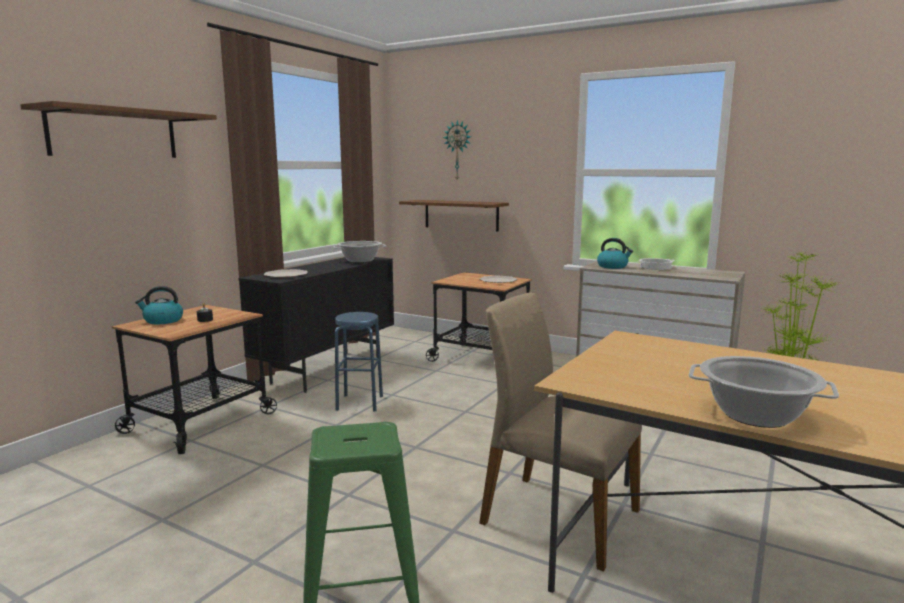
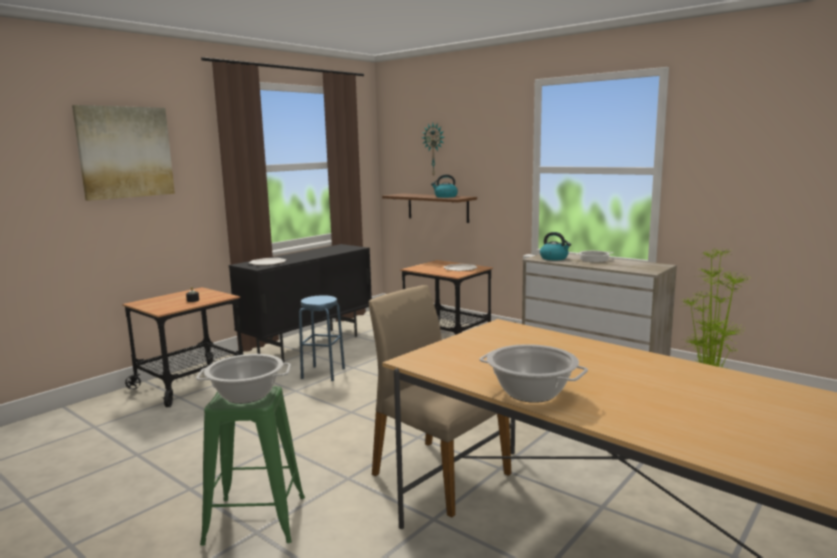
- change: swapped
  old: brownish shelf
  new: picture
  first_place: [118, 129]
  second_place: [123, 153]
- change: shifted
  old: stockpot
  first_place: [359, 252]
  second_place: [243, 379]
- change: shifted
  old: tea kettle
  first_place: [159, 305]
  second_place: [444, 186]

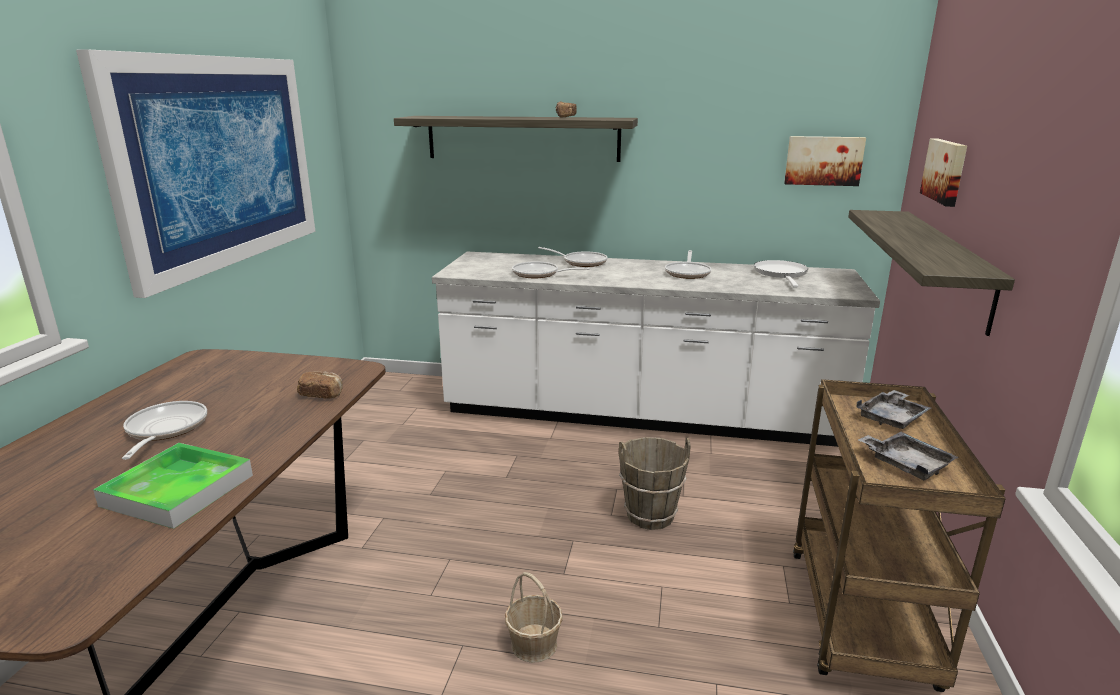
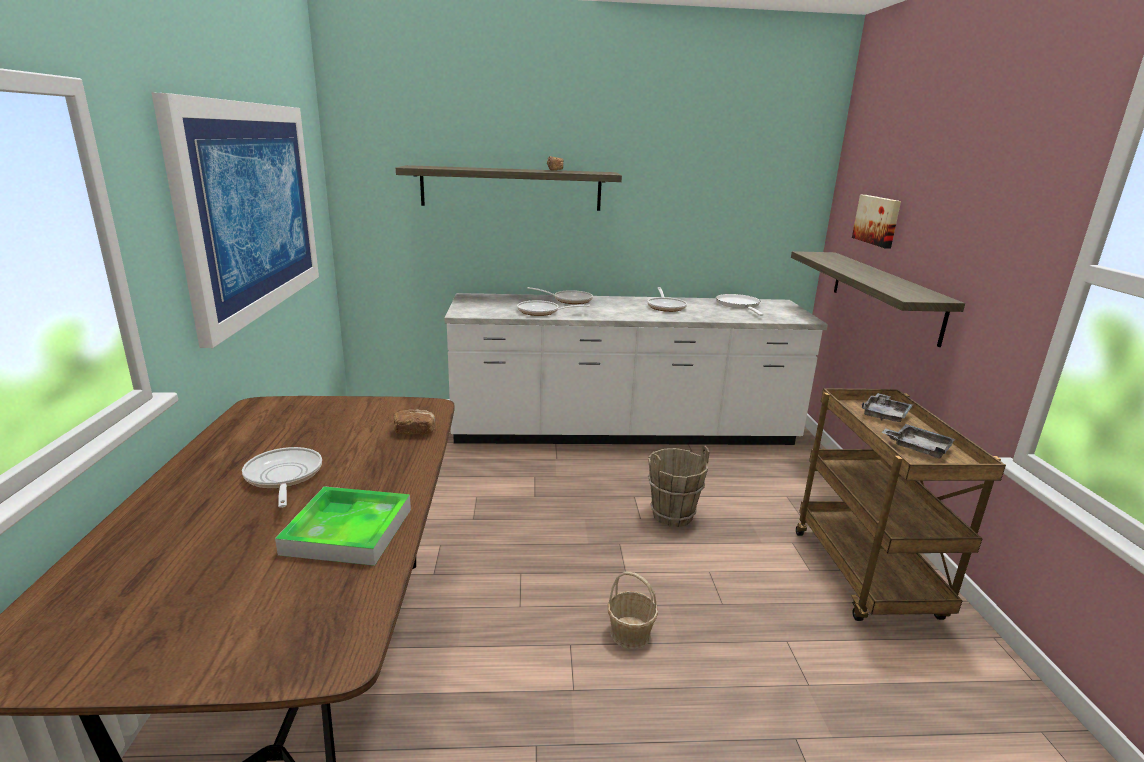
- change: gone
  old: picture
  first_place: [825, 161]

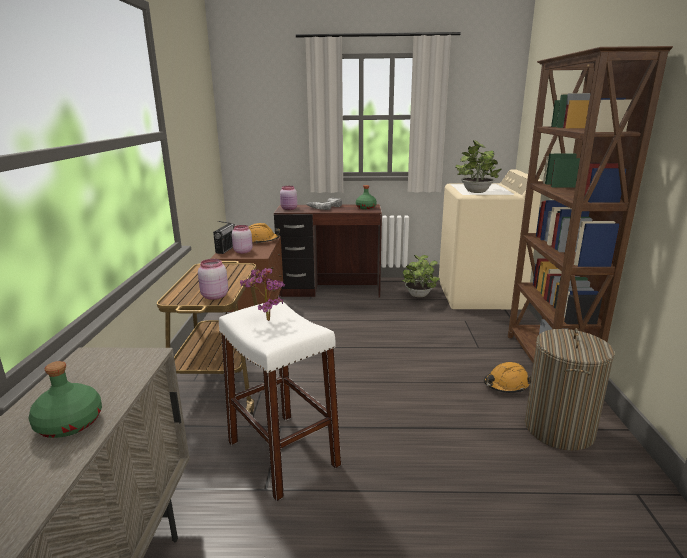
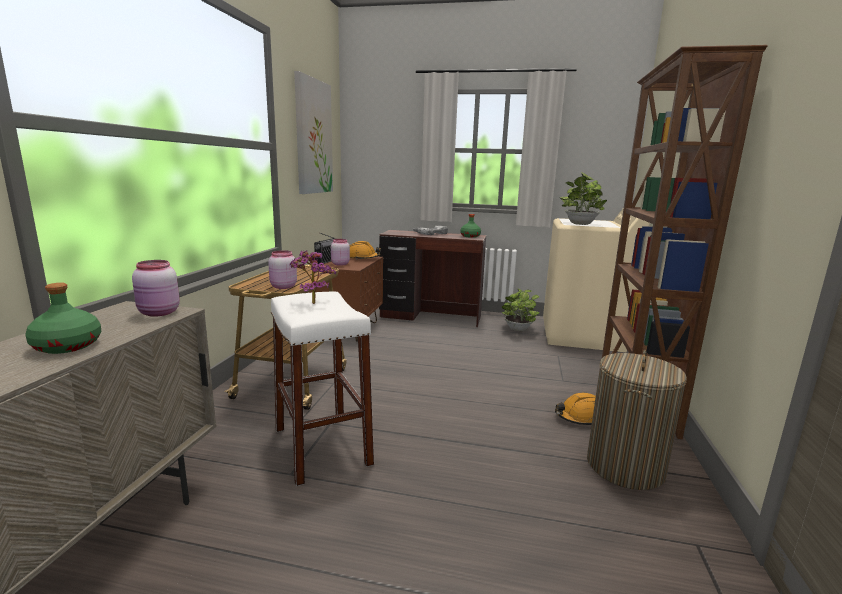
- change: shifted
  old: pinkish jar
  first_place: [288, 198]
  second_place: [156, 288]
- change: new
  new: picture
  second_place: [313, 132]

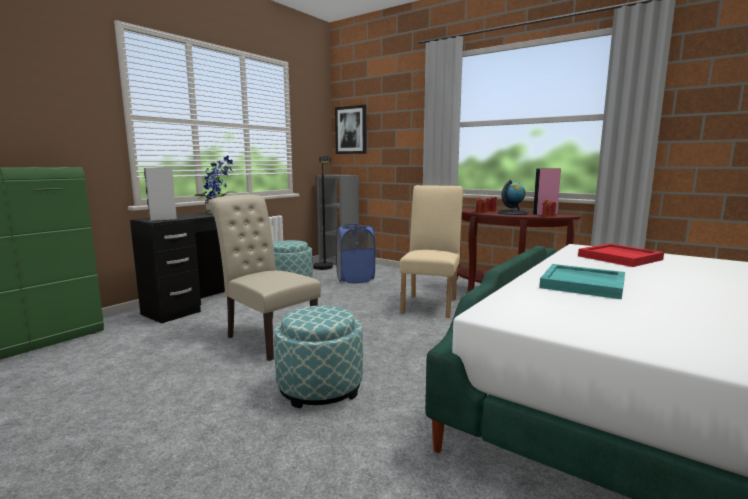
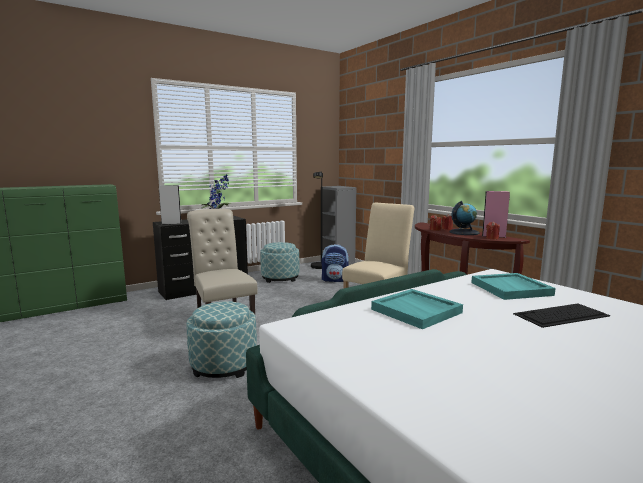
- change: gone
  old: picture
  first_place: [350, 129]
- change: swapped
  old: bluish washing basket
  new: knapsack
  first_place: [355, 253]
  second_place: [335, 263]
- change: repainted
  old: red tray
  new: turquoise-coloured tray
  first_place: [621, 255]
  second_place: [513, 286]
- change: new
  new: computer keyboard
  second_place: [561, 315]

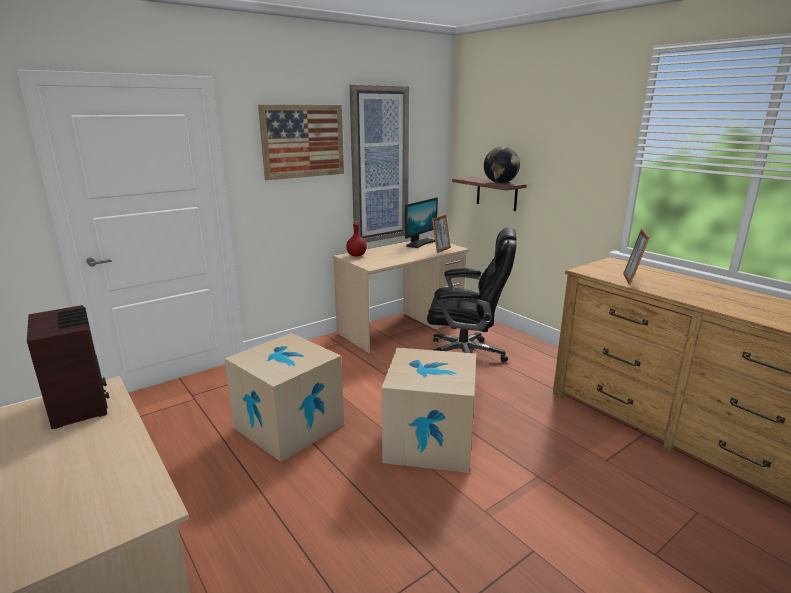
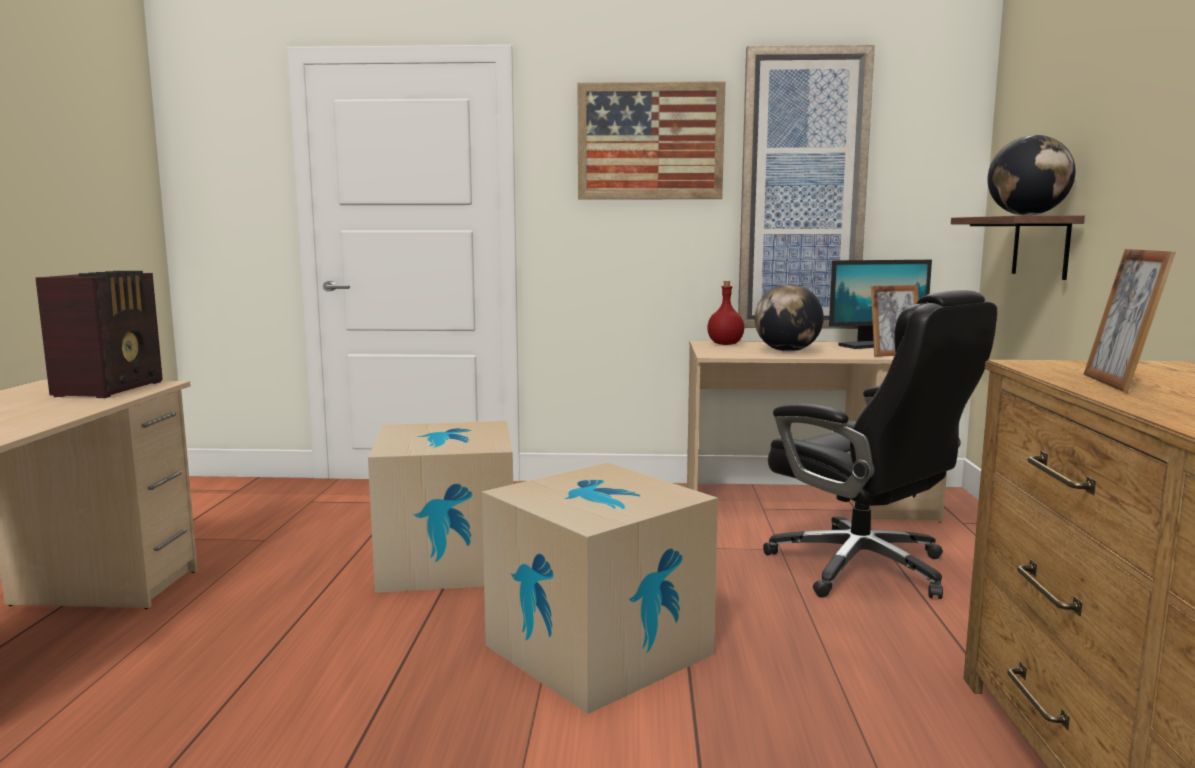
- change: rotated
  old: standing frame
  first_place: [636, 256]
  second_place: [1130, 321]
  degrees: -45
- change: new
  new: world globe
  second_place: [789, 318]

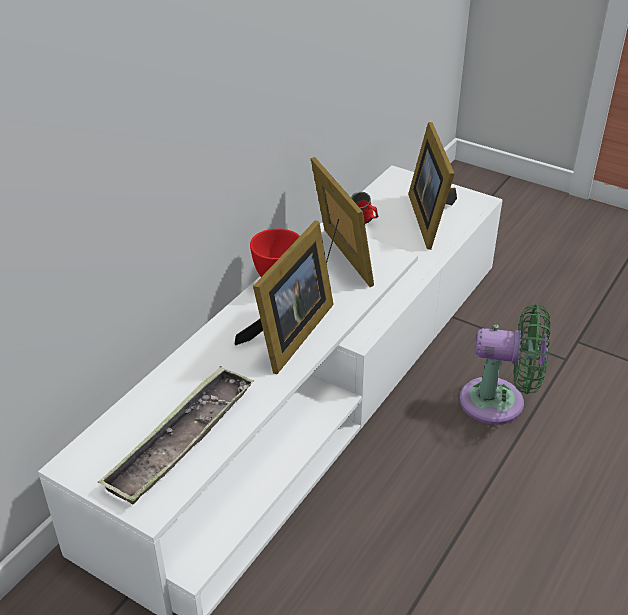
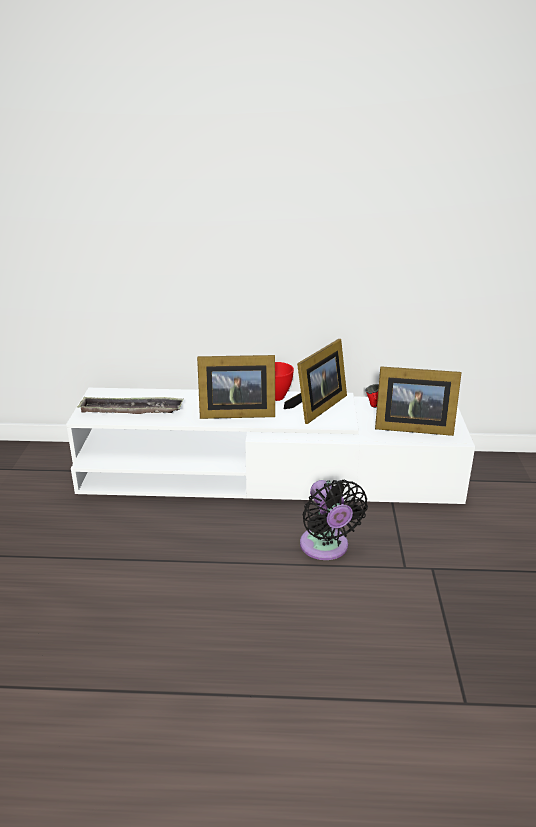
- change: rotated
  old: standing frame
  first_place: [432, 186]
  second_place: [418, 401]
  degrees: -135
- change: repainted
  old: green-coloured fan
  new: blackish fan
  first_place: [505, 364]
  second_place: [334, 520]

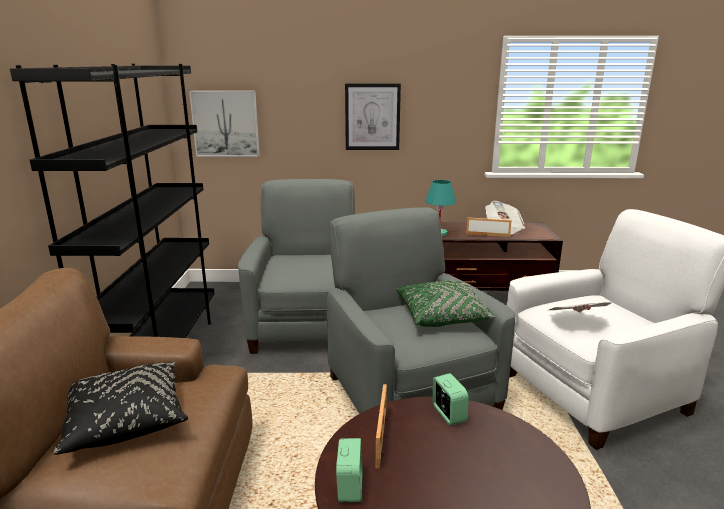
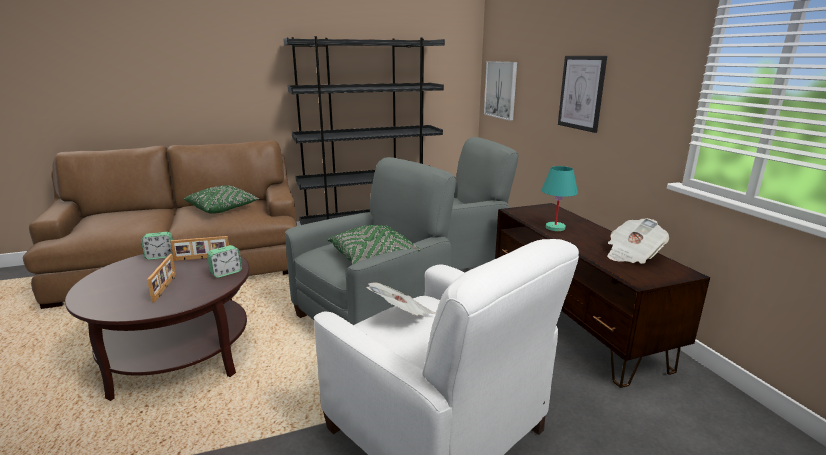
- change: shifted
  old: standing frame
  first_place: [489, 227]
  second_place: [161, 278]
- change: repainted
  old: blackish cushion
  new: green-coloured cushion
  first_place: [121, 408]
  second_place: [221, 199]

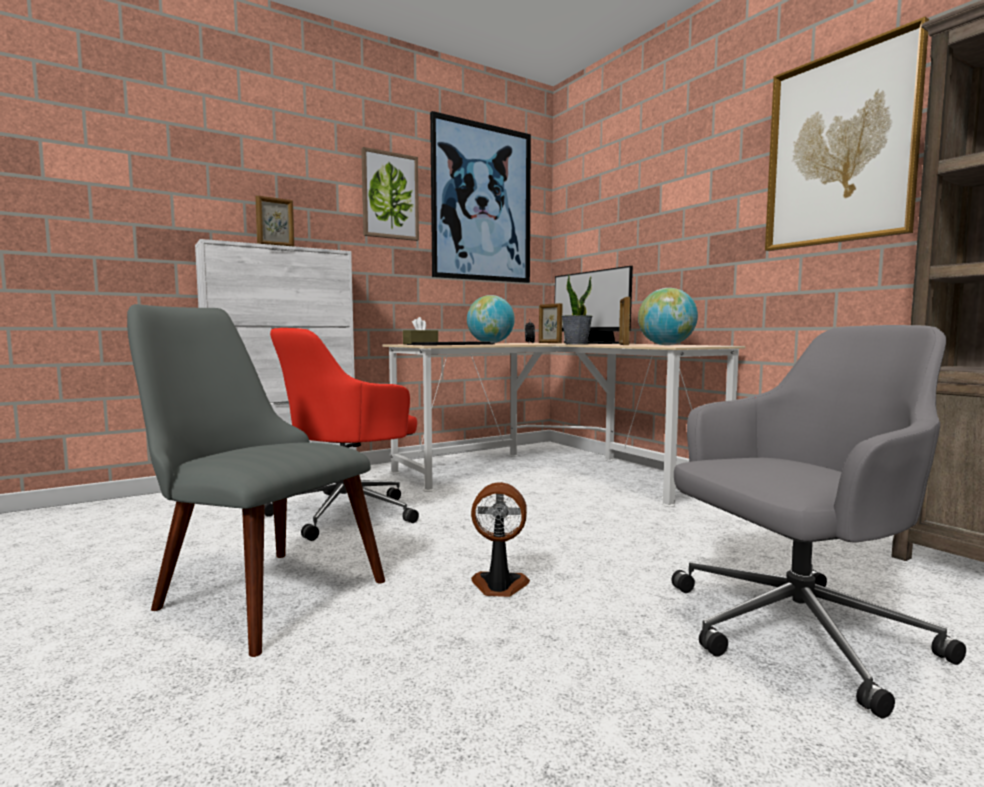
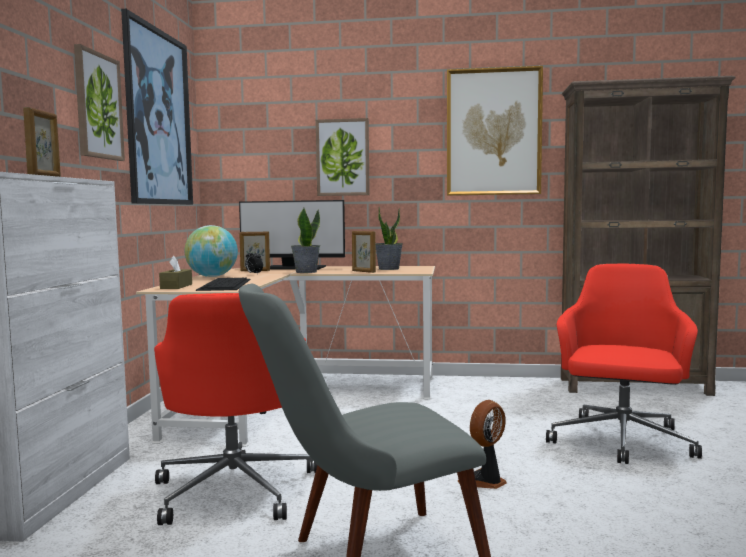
- change: swapped
  old: world globe
  new: plant in a pot
  first_place: [668, 316]
  second_place: [389, 238]
- change: repainted
  old: greyish office chair
  new: red office chair
  first_place: [818, 522]
  second_place: [624, 364]
- change: new
  new: picture
  second_place: [343, 157]

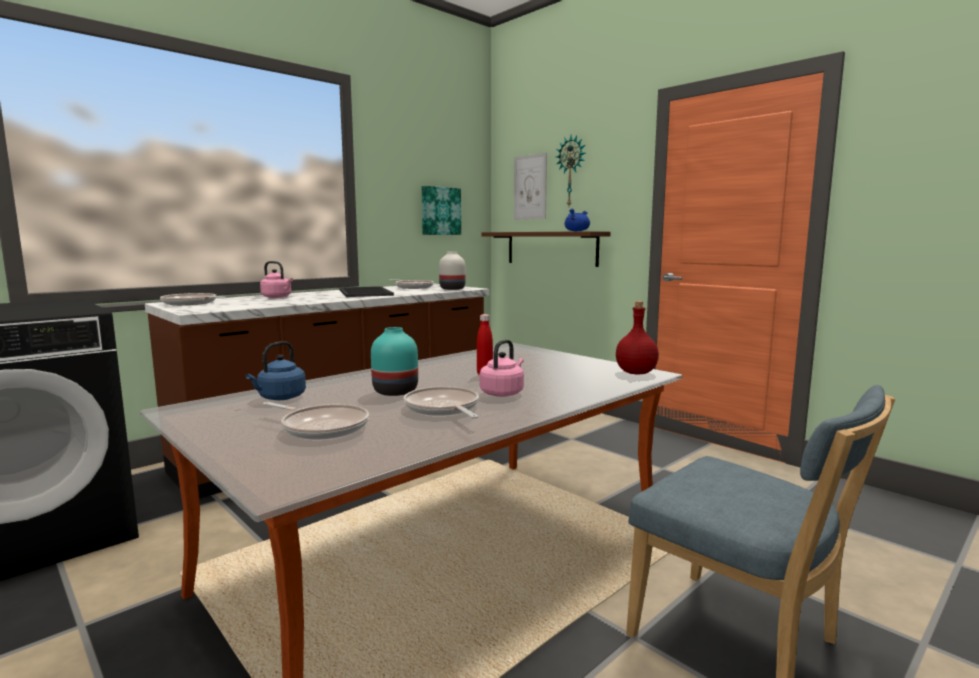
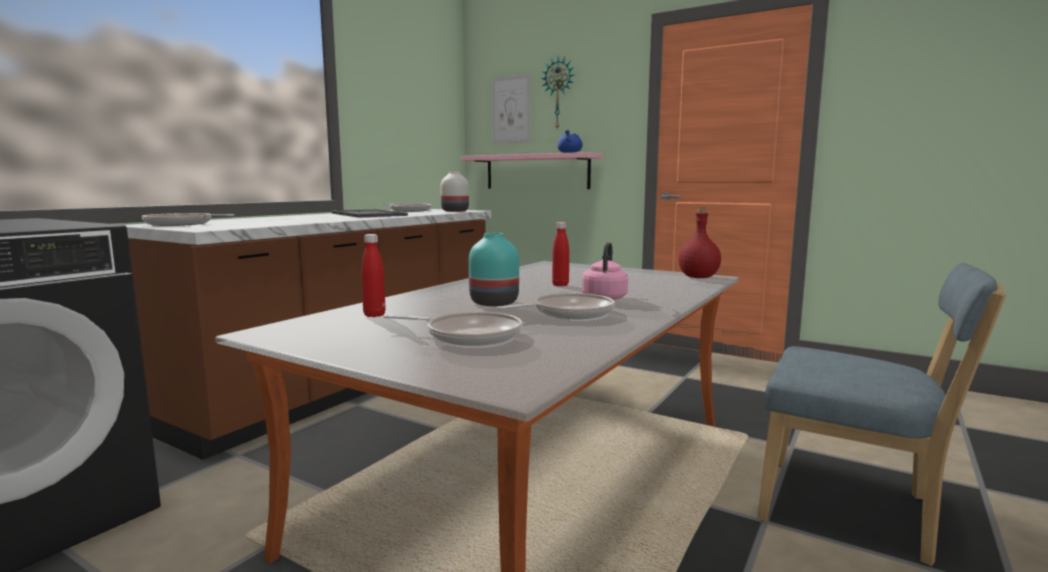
- change: gone
  old: picture
  first_place: [441, 210]
- change: repainted
  old: brownish shelf
  new: pinkish shelf
  first_place: [546, 249]
  second_place: [532, 170]
- change: gone
  old: pinkish tea kettle
  first_place: [276, 279]
- change: swapped
  old: bluish tea kettle
  new: red drink bottle
  first_place: [276, 370]
  second_place: [373, 275]
- change: rotated
  old: skillet
  first_place: [441, 402]
  second_place: [556, 306]
  degrees: 105

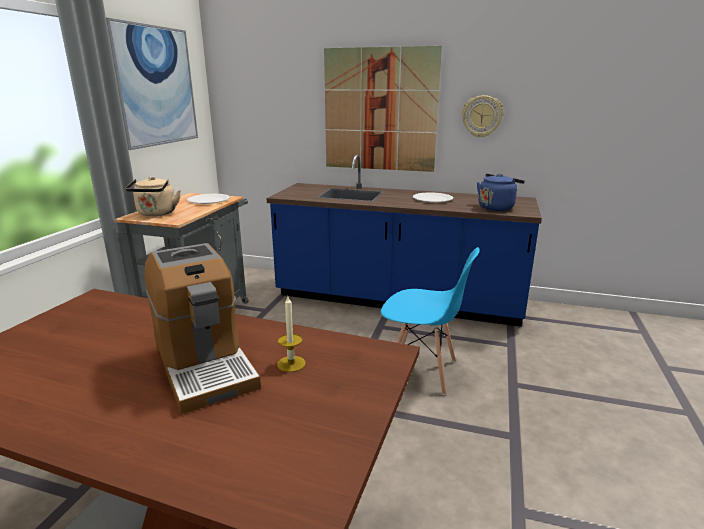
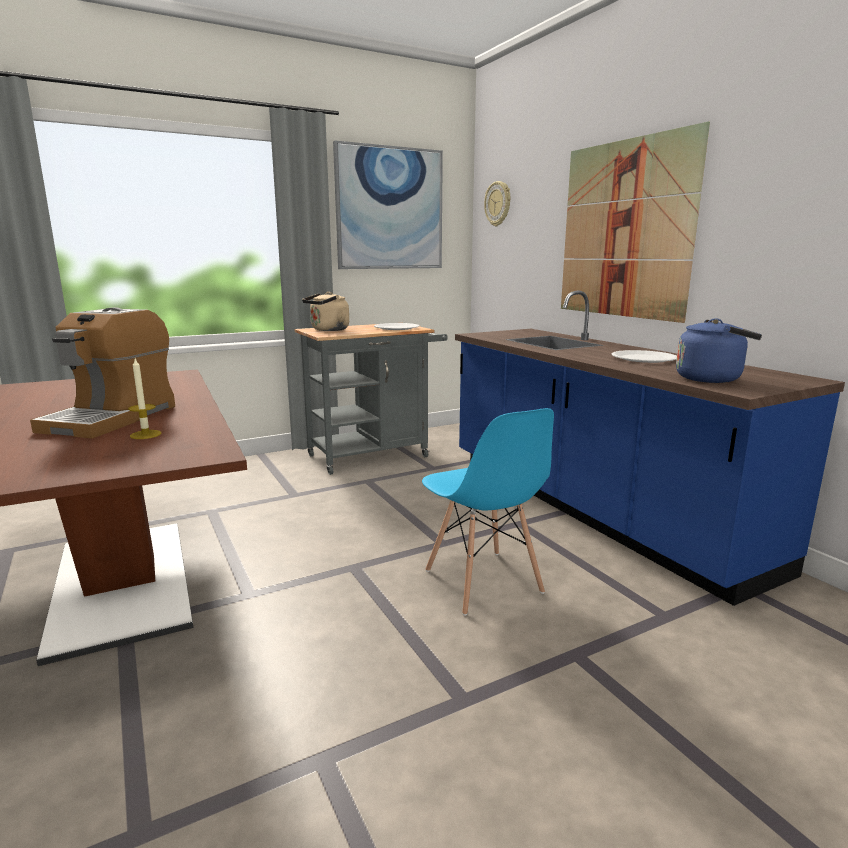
- change: shifted
  old: clock on the wall
  first_place: [483, 116]
  second_place: [497, 203]

